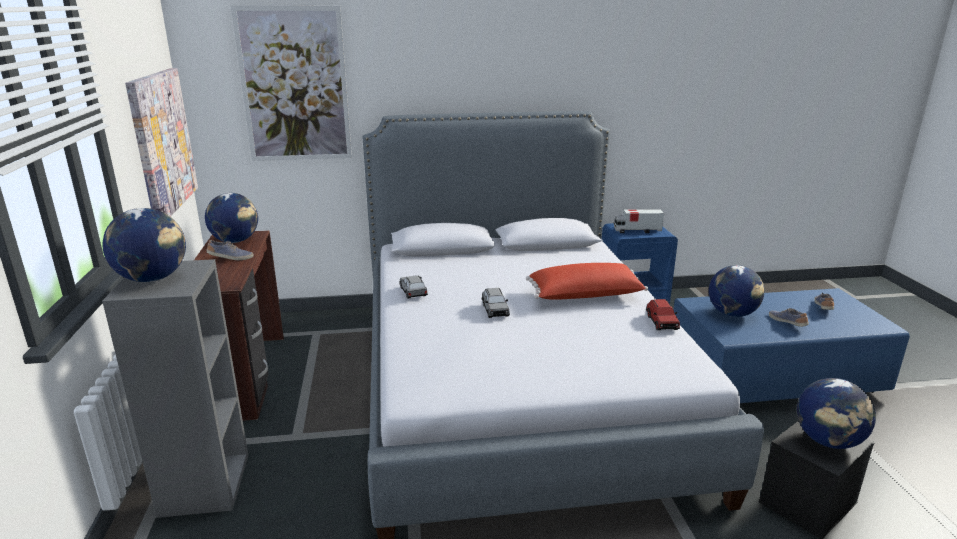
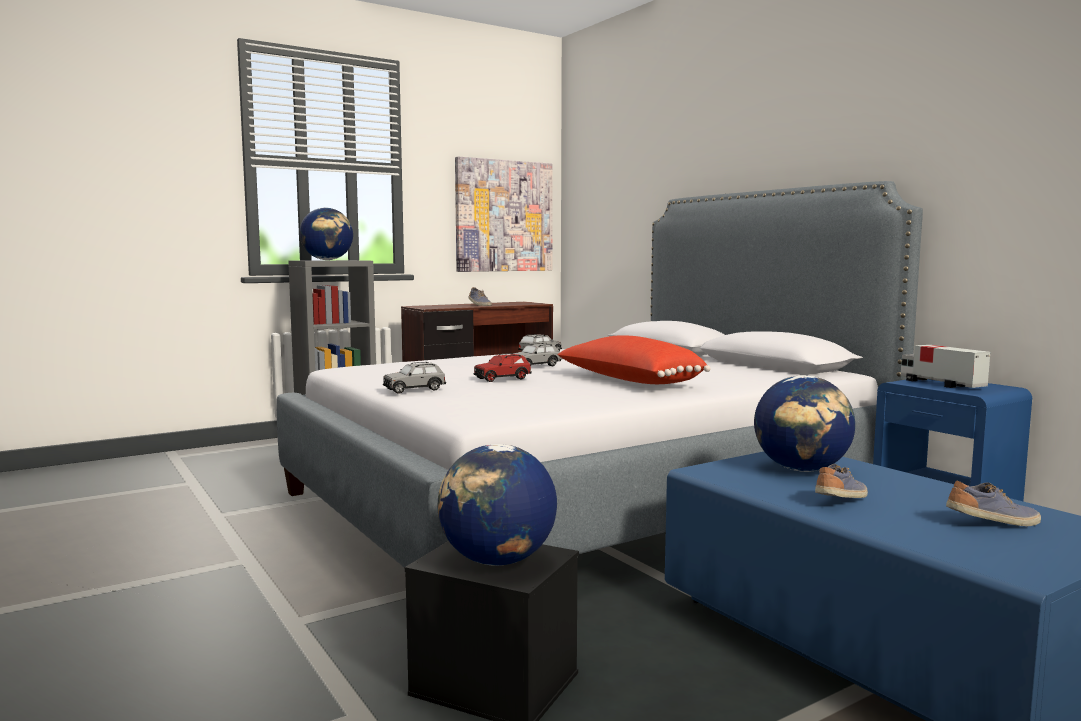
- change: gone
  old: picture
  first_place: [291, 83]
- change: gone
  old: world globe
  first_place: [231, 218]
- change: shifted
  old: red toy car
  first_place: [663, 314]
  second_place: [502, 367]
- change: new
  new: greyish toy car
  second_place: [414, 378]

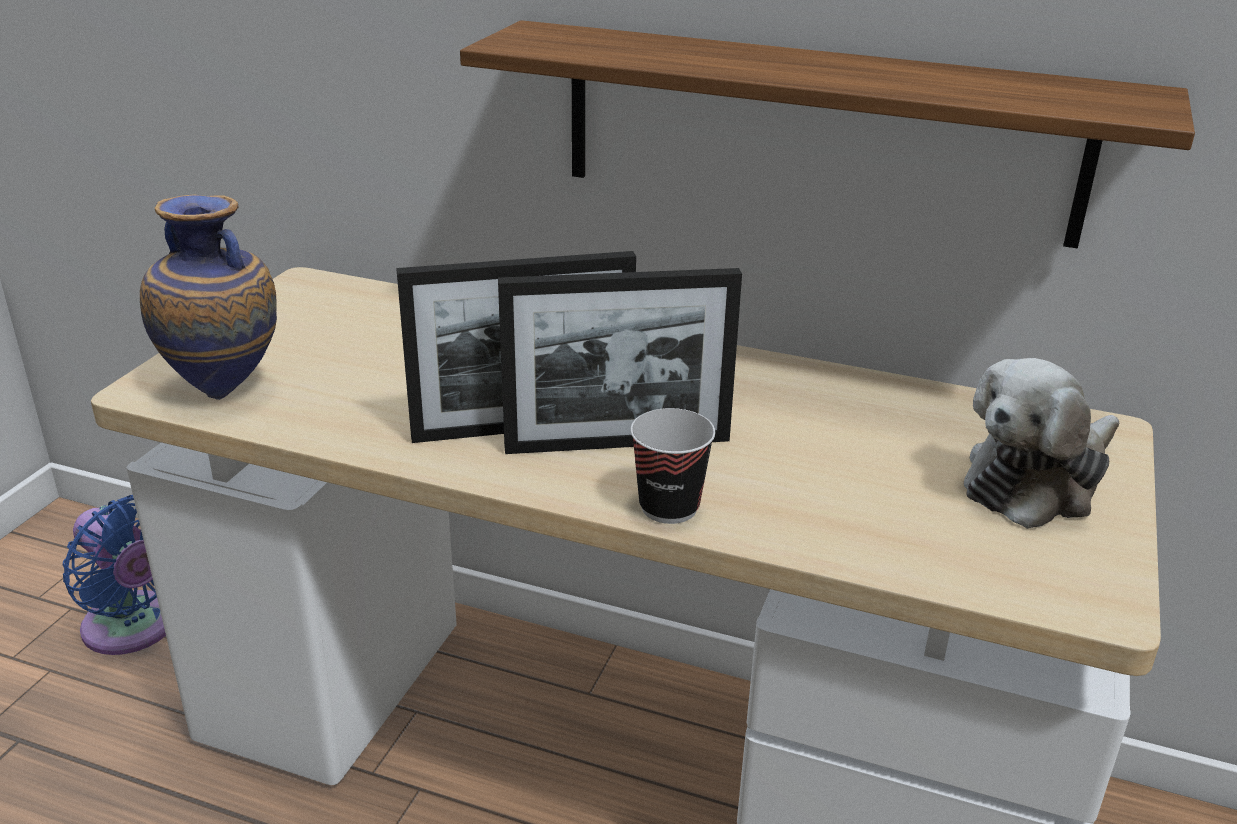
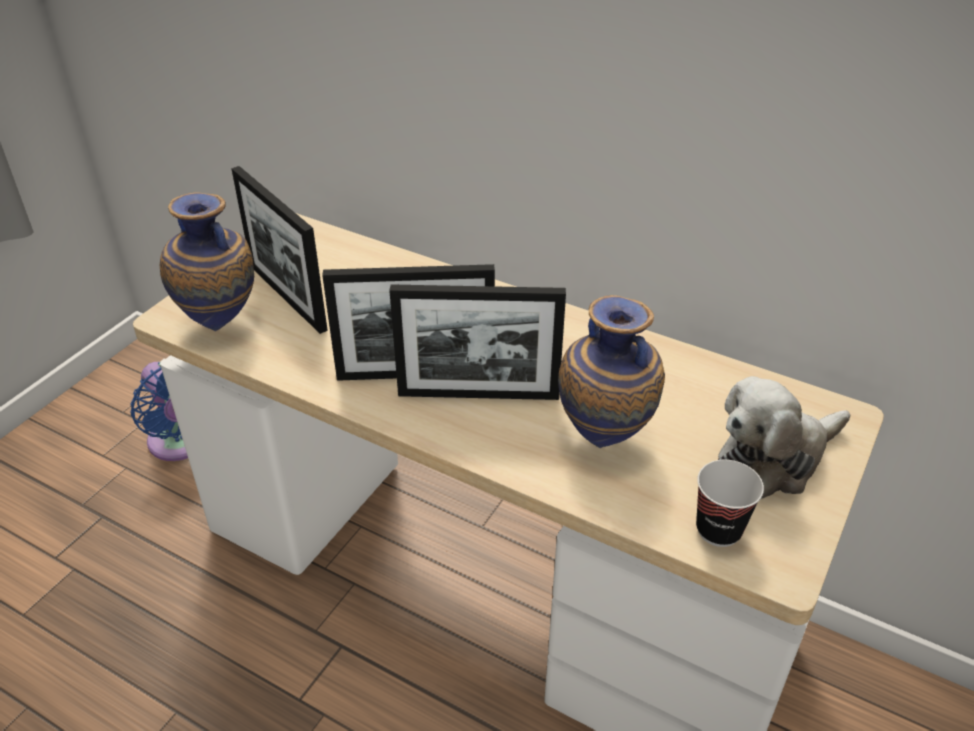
- change: gone
  old: shelf
  first_place: [827, 134]
- change: shifted
  old: small cup
  first_place: [672, 466]
  second_place: [730, 503]
- change: new
  new: standing frame
  second_place: [279, 250]
- change: new
  new: decorative vase
  second_place: [611, 371]

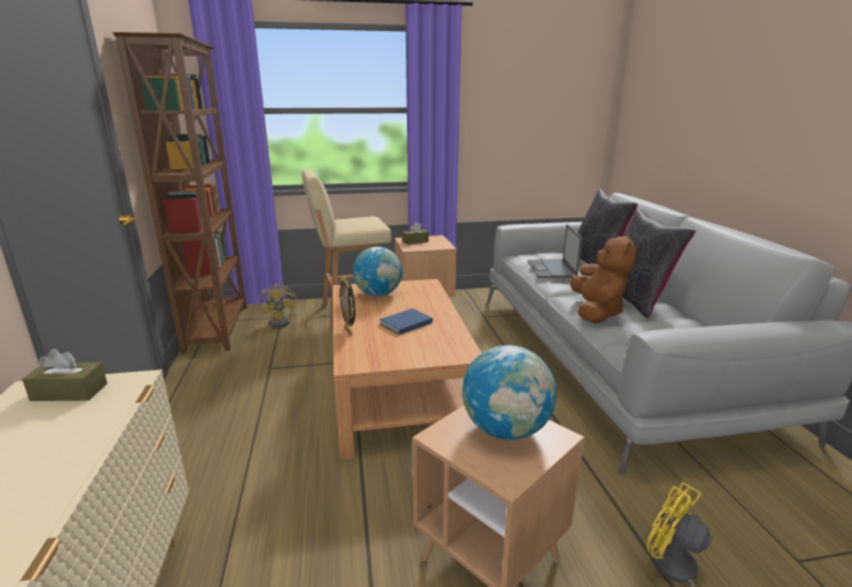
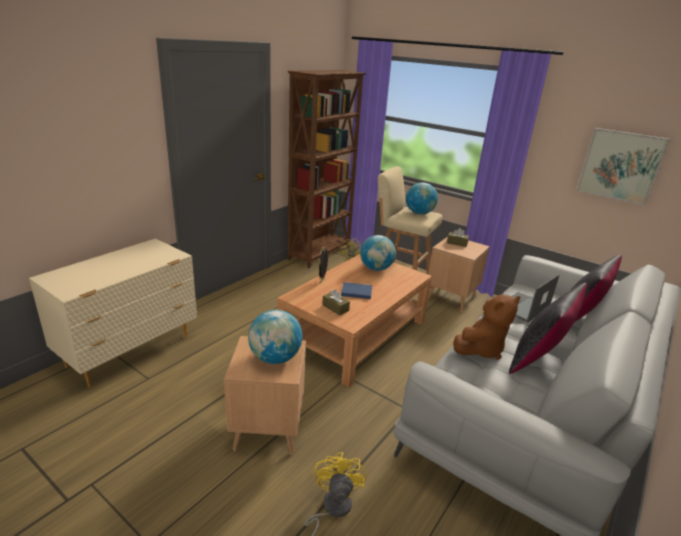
- change: shifted
  old: brownish box of tissues
  first_place: [65, 375]
  second_place: [336, 302]
- change: new
  new: picture
  second_place: [623, 166]
- change: new
  new: world globe
  second_place: [422, 198]

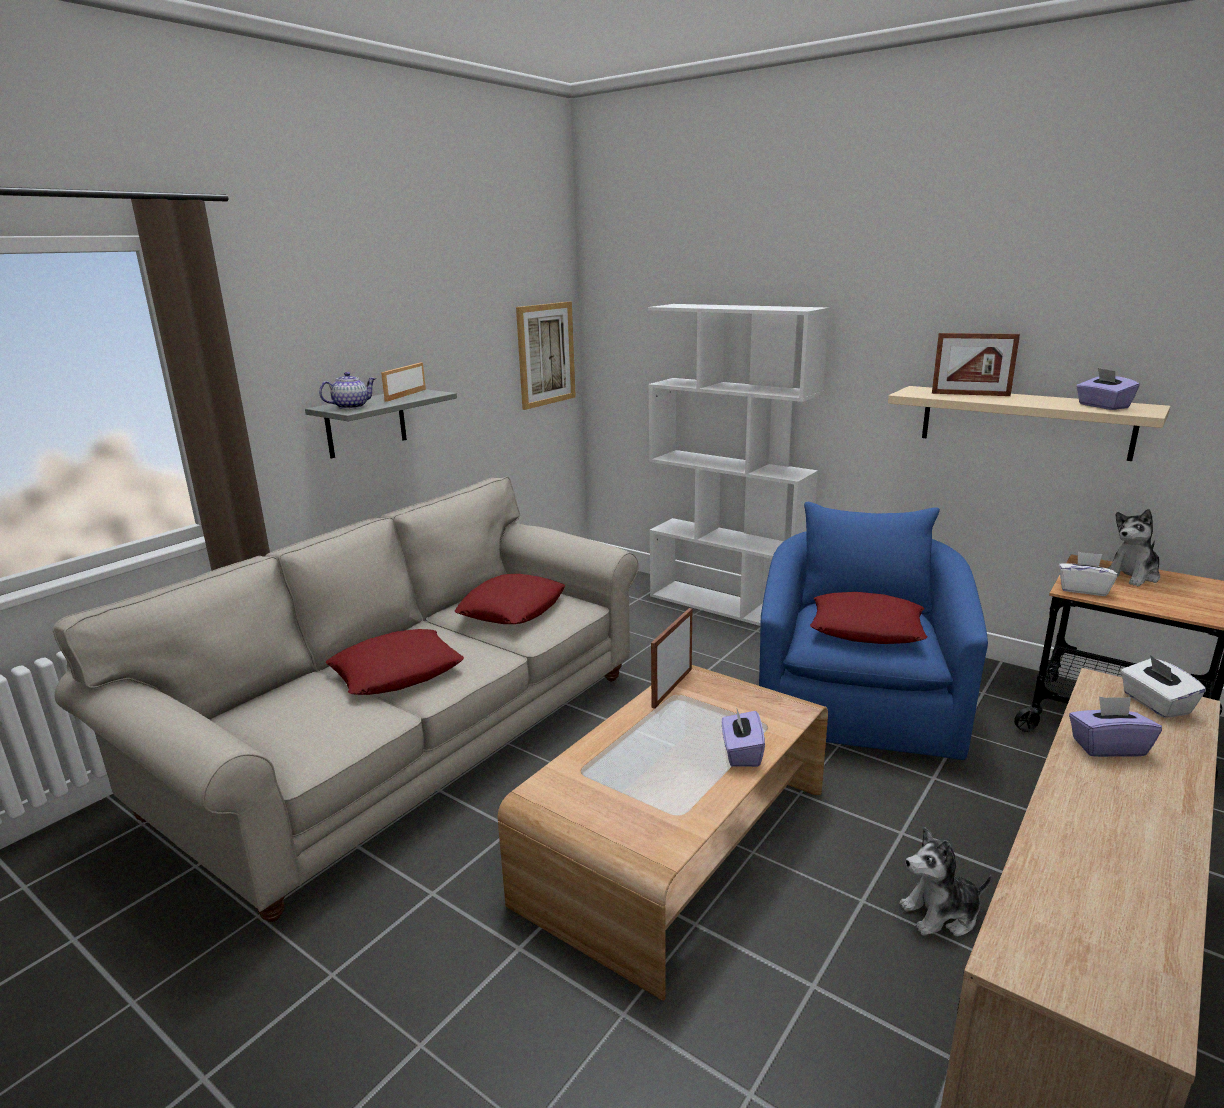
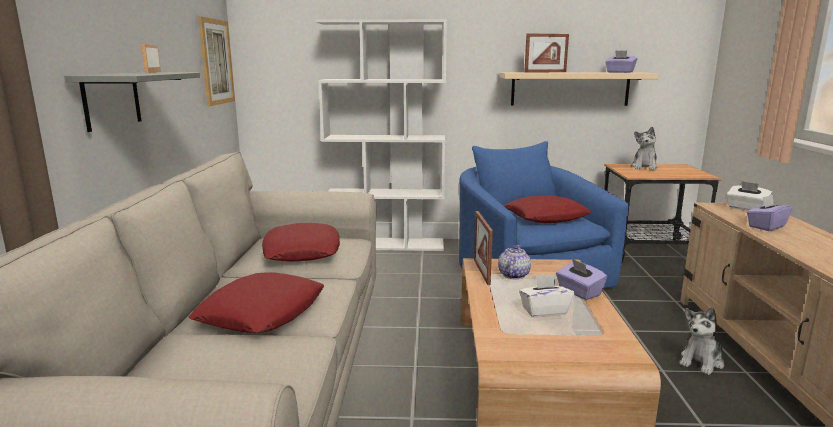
- change: shifted
  old: tea pot
  first_place: [347, 390]
  second_place: [514, 262]
- change: shifted
  old: whitish box of tissues
  first_place: [1088, 574]
  second_place: [546, 296]

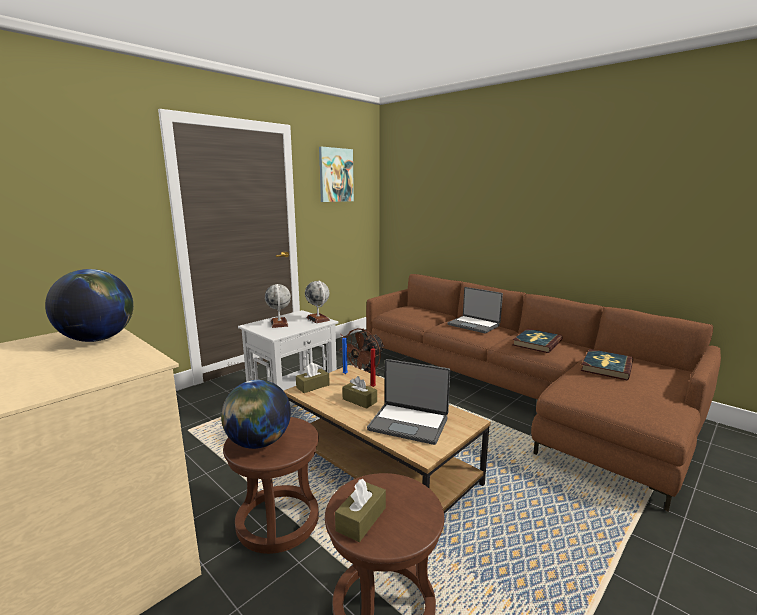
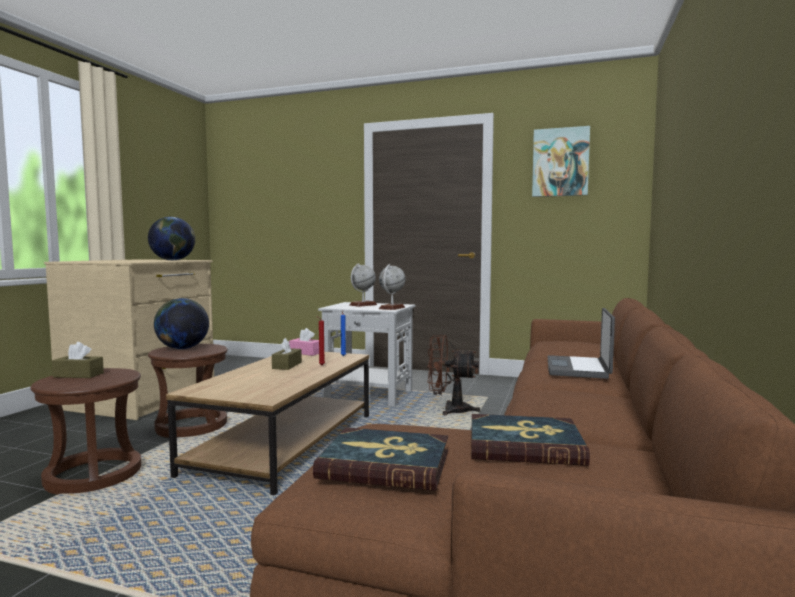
- change: shifted
  old: book
  first_place: [537, 341]
  second_place: [380, 459]
- change: gone
  old: portable computer
  first_place: [408, 402]
- change: repainted
  old: brownish box of tissues
  new: pinkish box of tissues
  first_place: [313, 378]
  second_place: [304, 342]

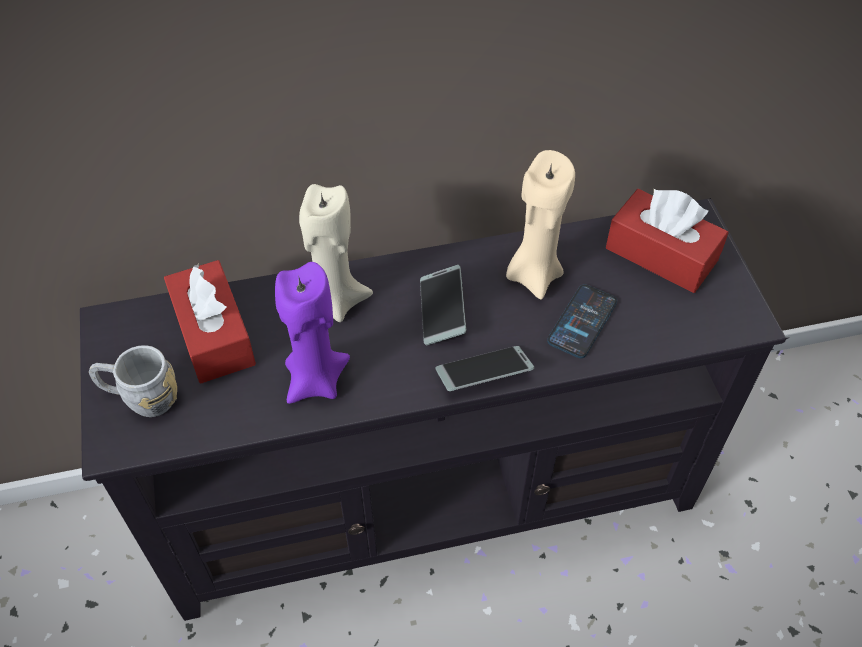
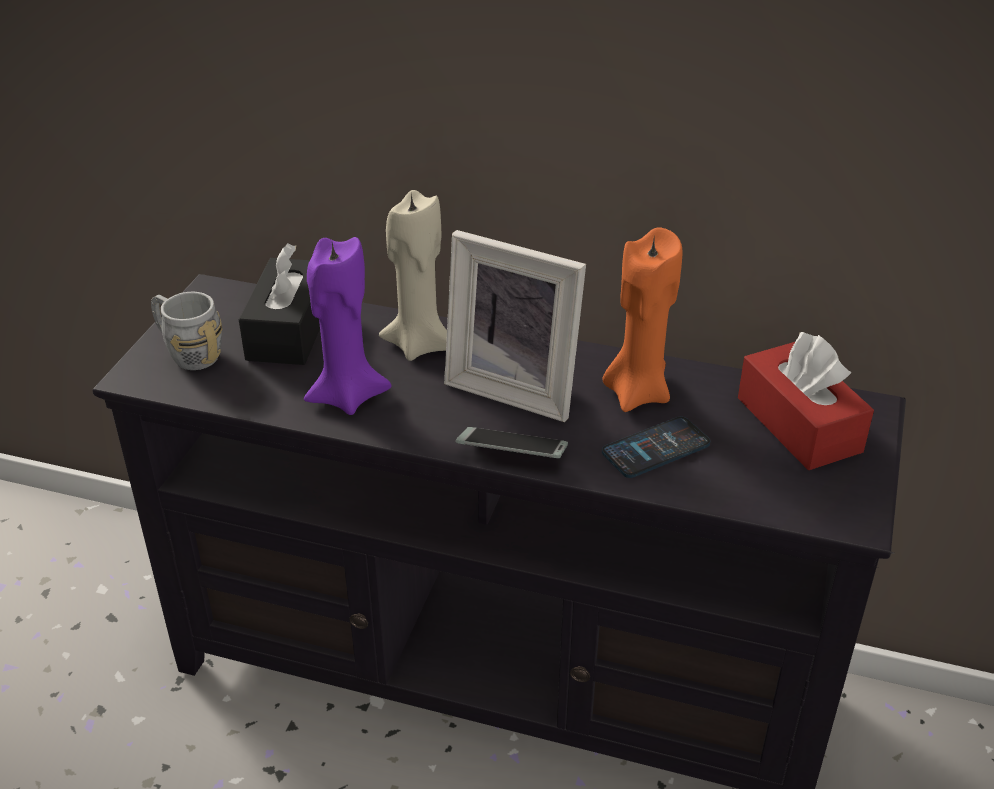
- change: repainted
  old: beige candle
  new: orange-coloured candle
  first_place: [540, 225]
  second_place: [642, 319]
- change: repainted
  old: red box of tissues
  new: blackish box of tissues
  first_place: [210, 321]
  second_place: [279, 304]
- change: swapped
  old: telephone
  new: standing frame
  first_place: [443, 305]
  second_place: [515, 326]

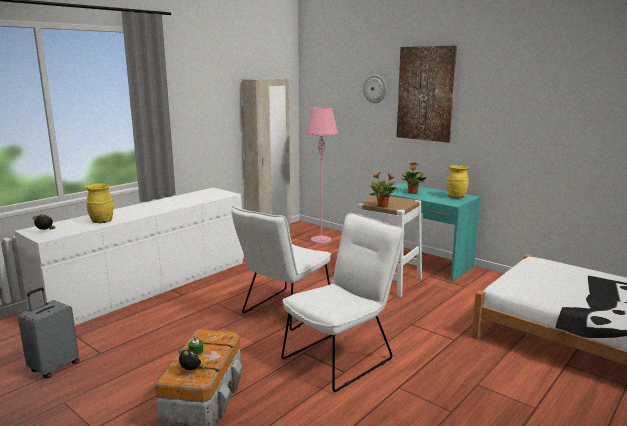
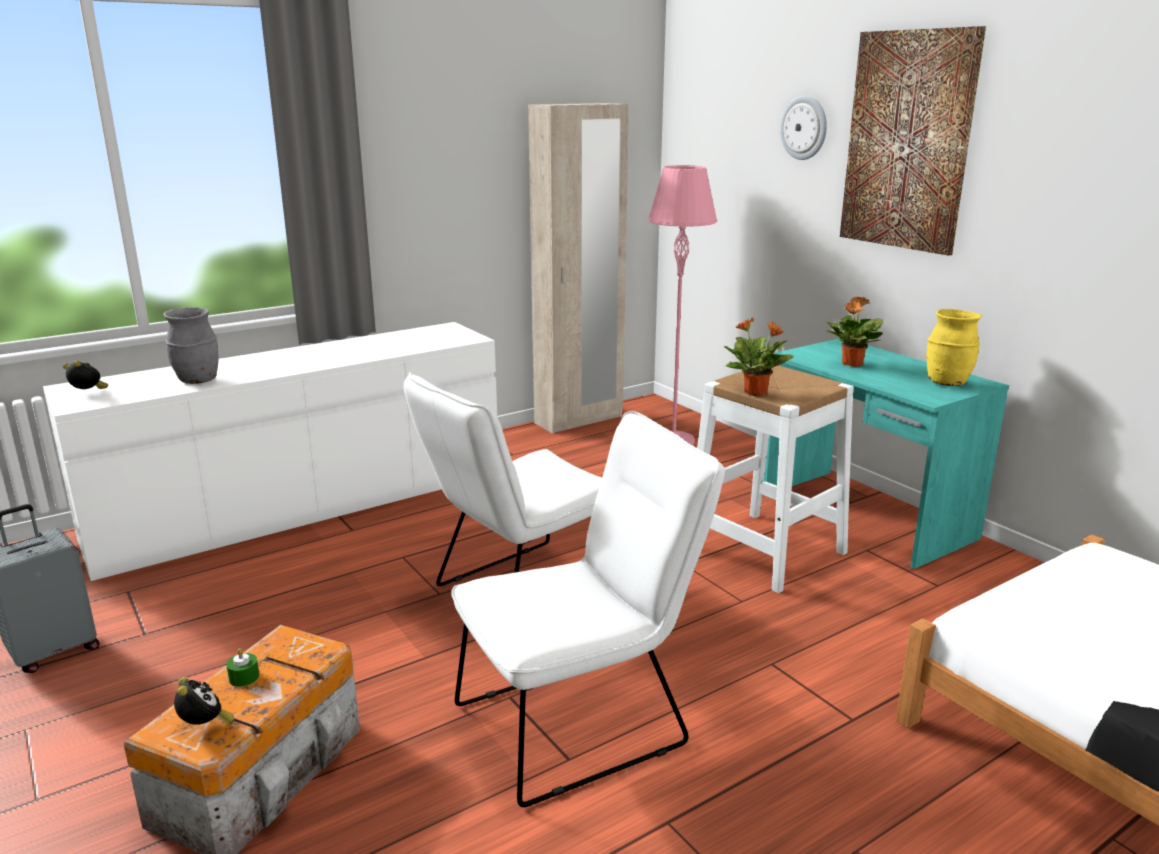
- change: repainted
  old: yellow-coloured decorative vase
  new: greyish decorative vase
  first_place: [100, 203]
  second_place: [190, 345]

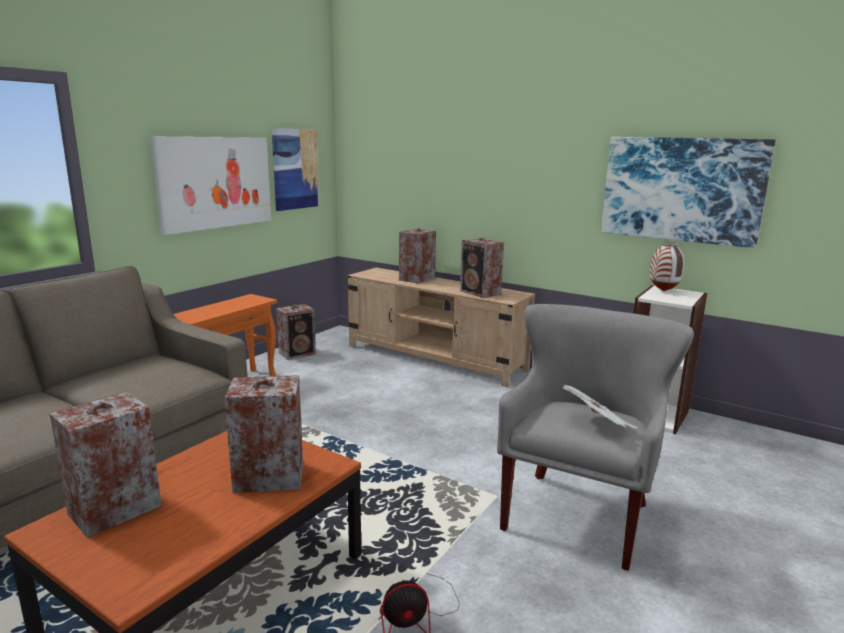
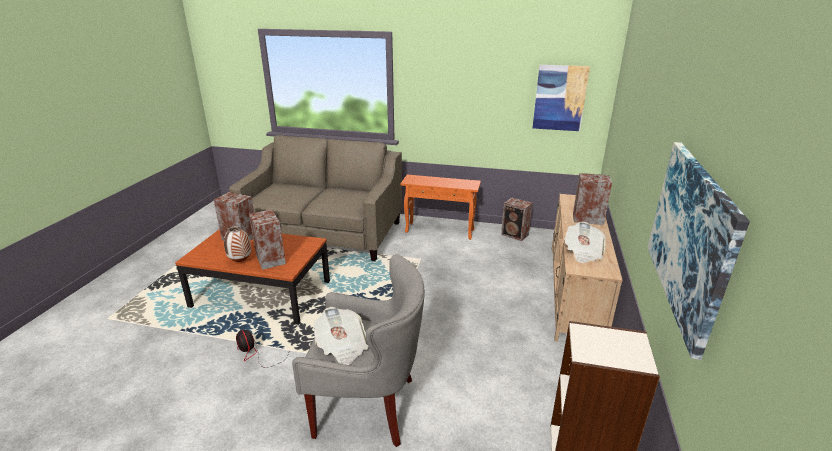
- change: gone
  old: picture
  first_place: [210, 185]
- change: swapped
  old: audio speaker
  new: newspaper
  first_place: [482, 268]
  second_place: [585, 242]
- change: shifted
  old: decorative vase
  first_place: [667, 266]
  second_place: [237, 244]

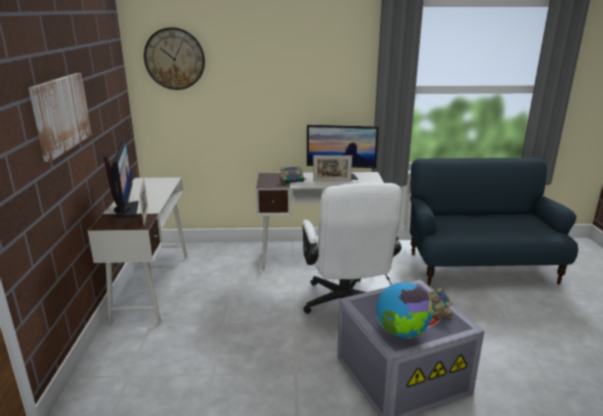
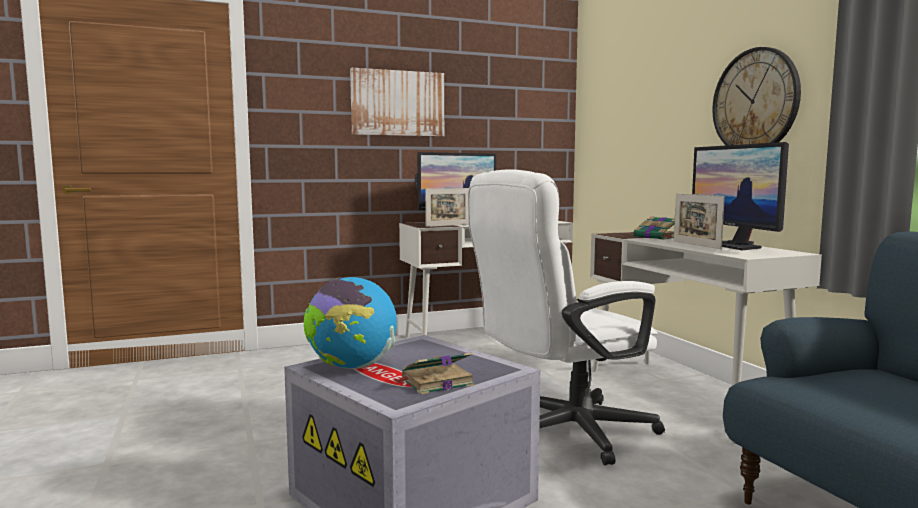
- change: shifted
  old: clock on the wall
  first_place: [174, 58]
  second_place: [756, 96]

